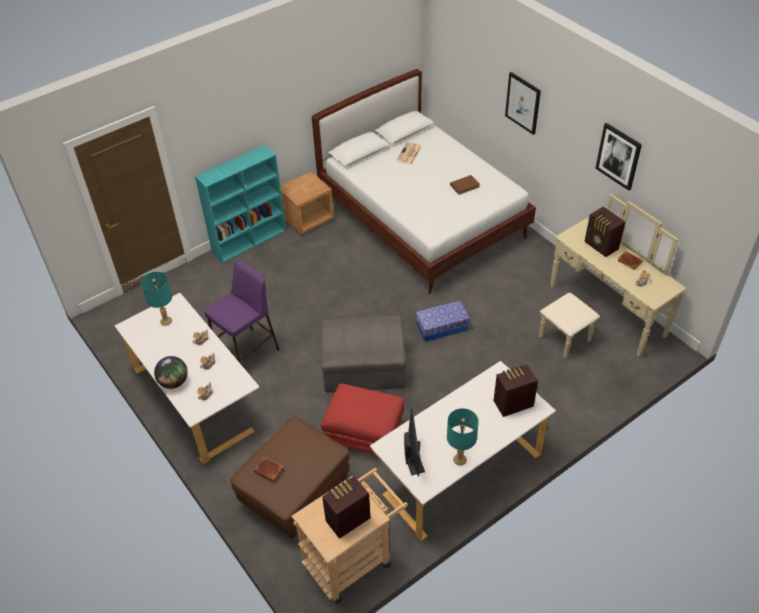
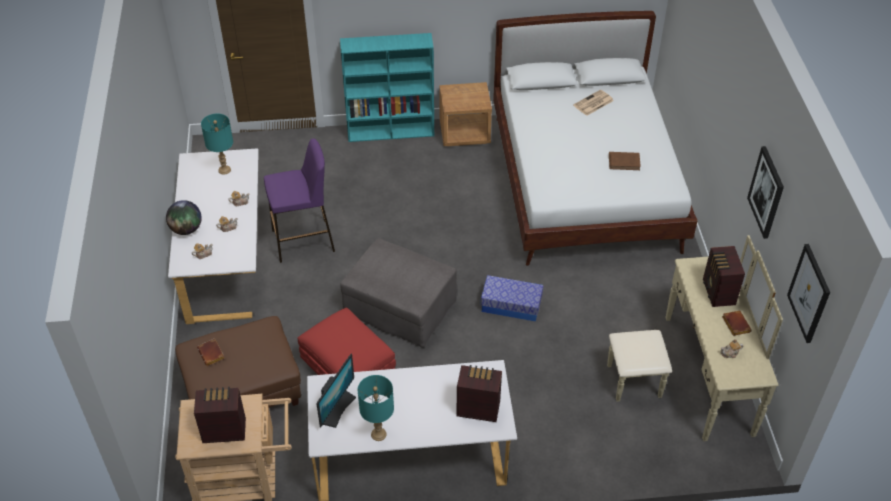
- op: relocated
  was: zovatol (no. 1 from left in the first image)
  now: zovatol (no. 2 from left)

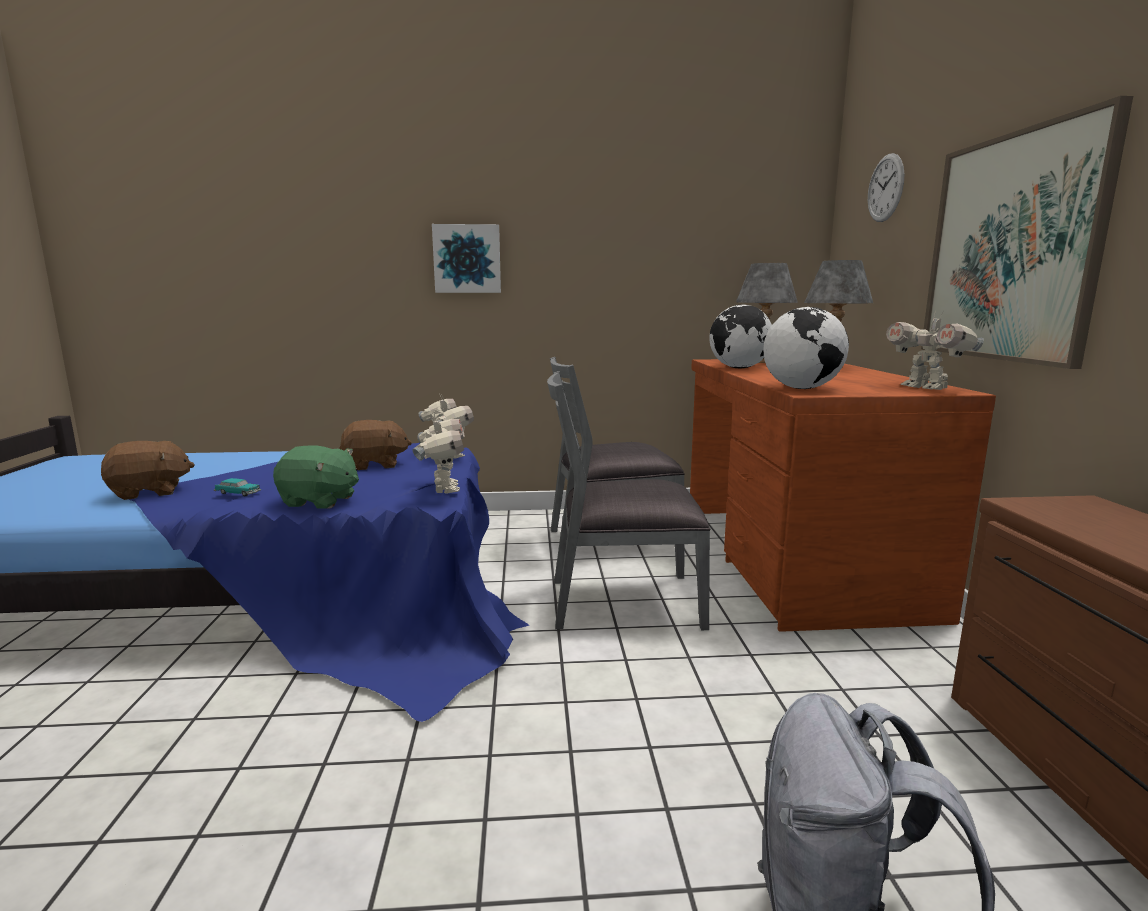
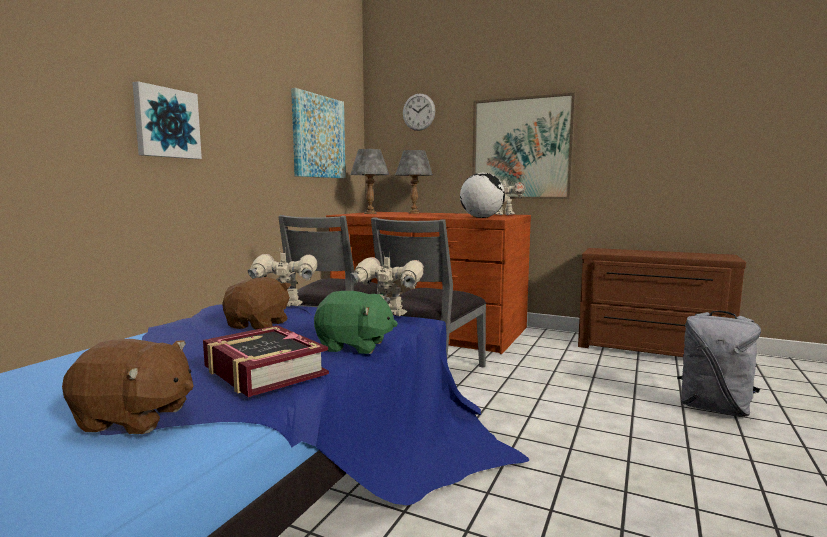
- op: missing
  was: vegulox (no. 1 from left)
- op: appeared
  now: zovatol (no. 2 from left)
- op: exchanged
  was: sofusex
  now: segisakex
- op: spun
  was: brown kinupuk (no. 1 from left)
  clockwise: 90
- op: spun
  was: green kinupuk
  clockwise: 60

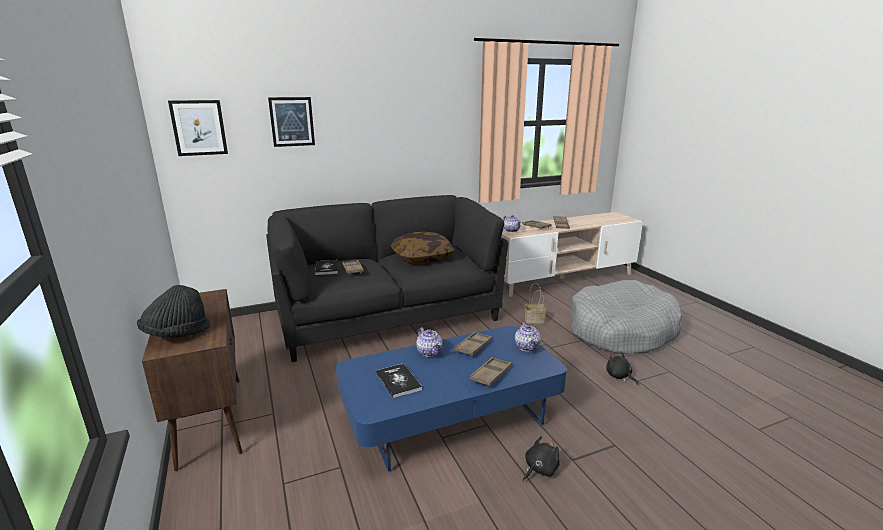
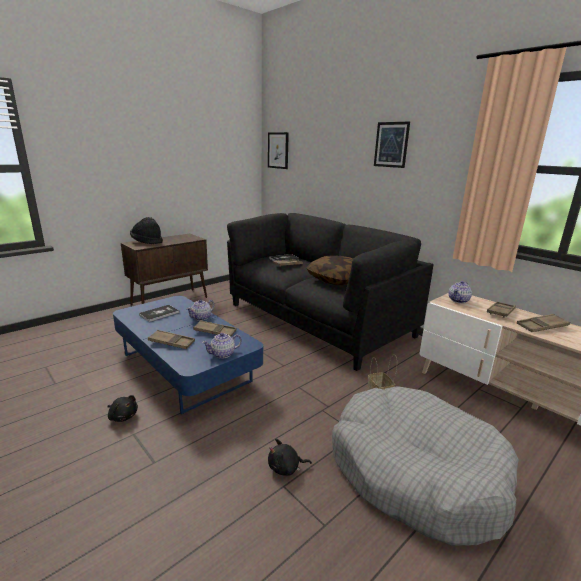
- op: relocated
  was: zovatol (no. 2 from left)
- op: spun
  was: black kinupuk (no. 2 from left)
  clockwise: -135

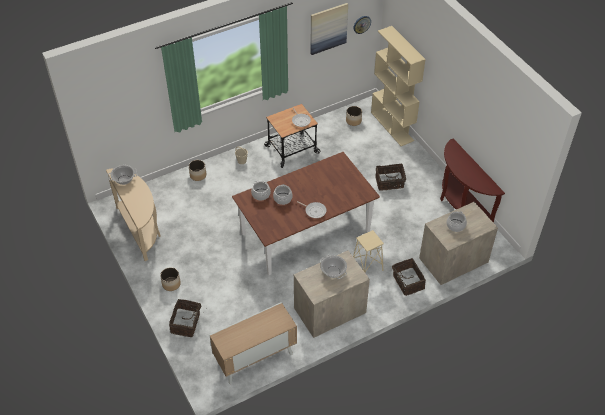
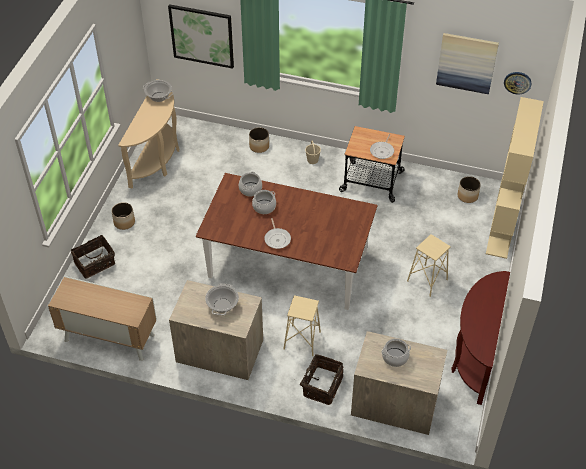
- op: appeared
  now: zovatol (no. 1 from left)
- op: exchanged
  was: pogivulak (no. 2 from left)
  now: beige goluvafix (no. 2 from left)

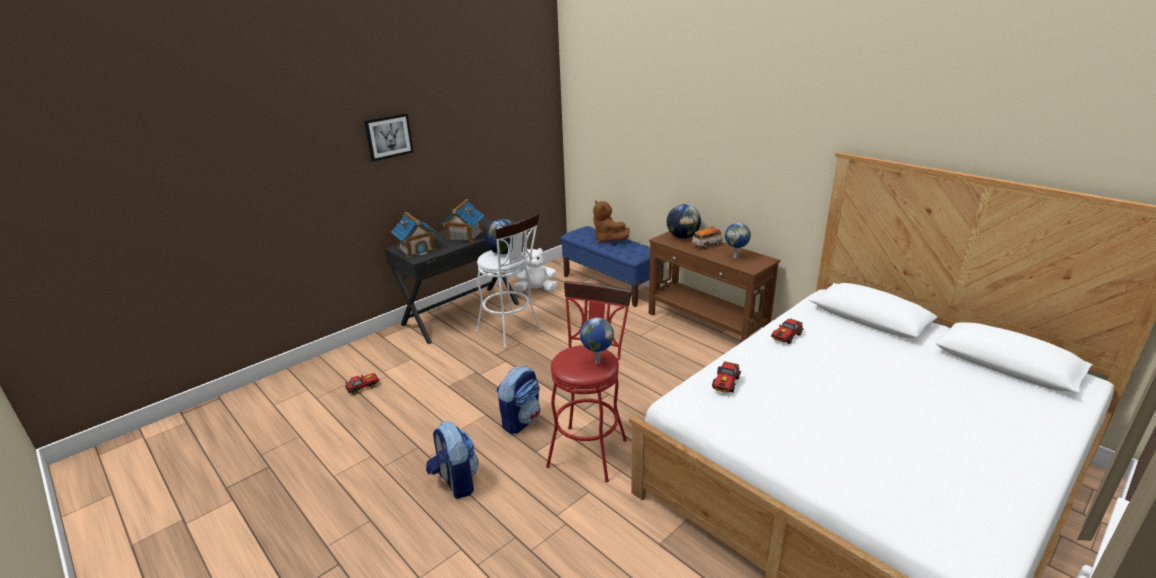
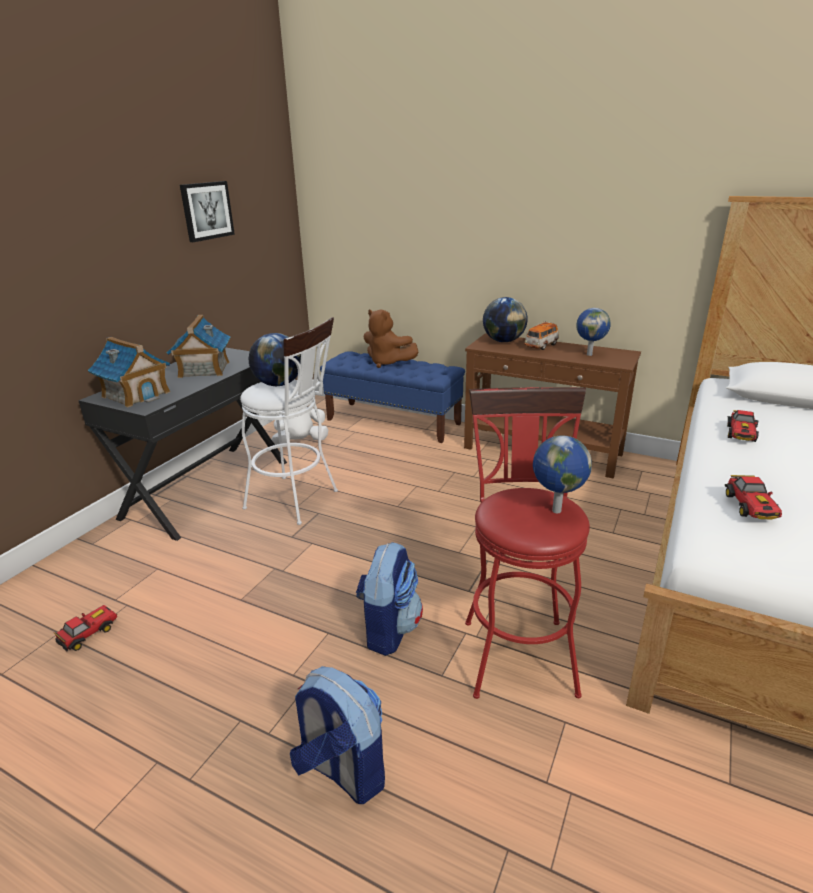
- op: relocated
  was: zovatol

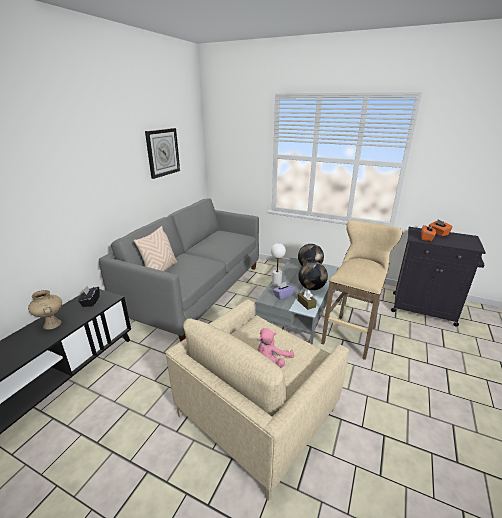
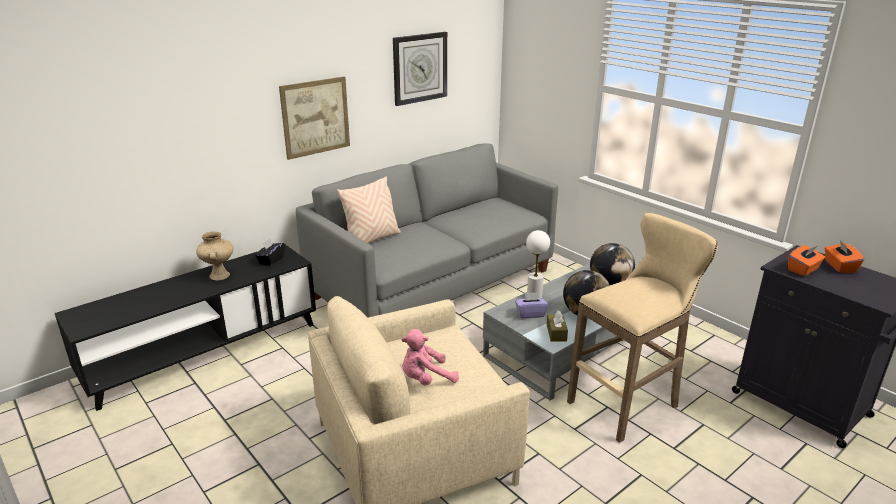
- op: appeared
  now: zovatol

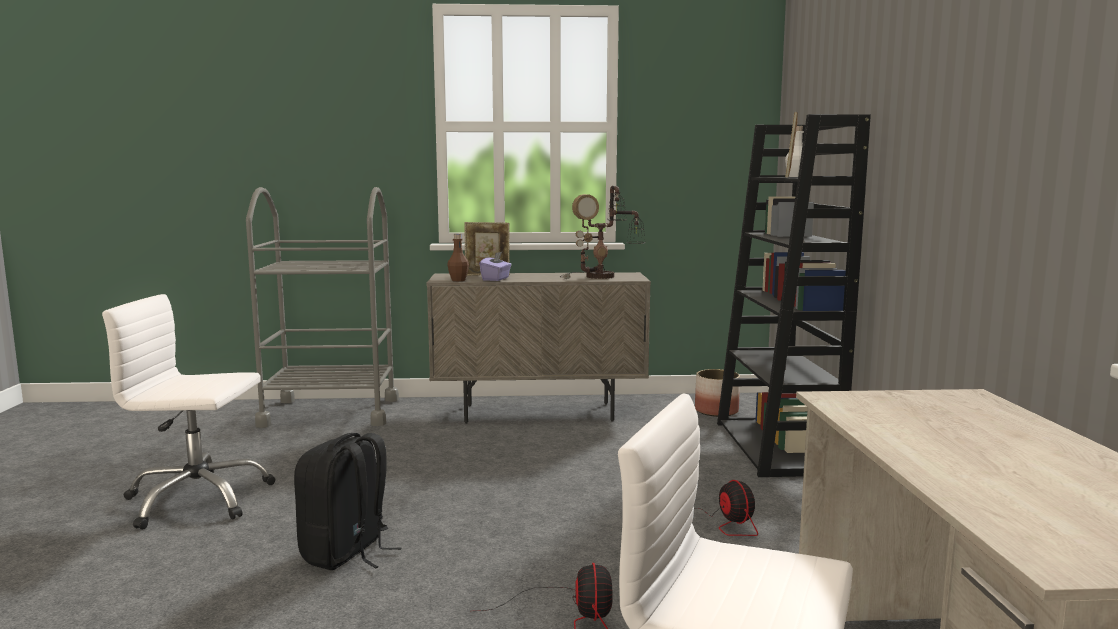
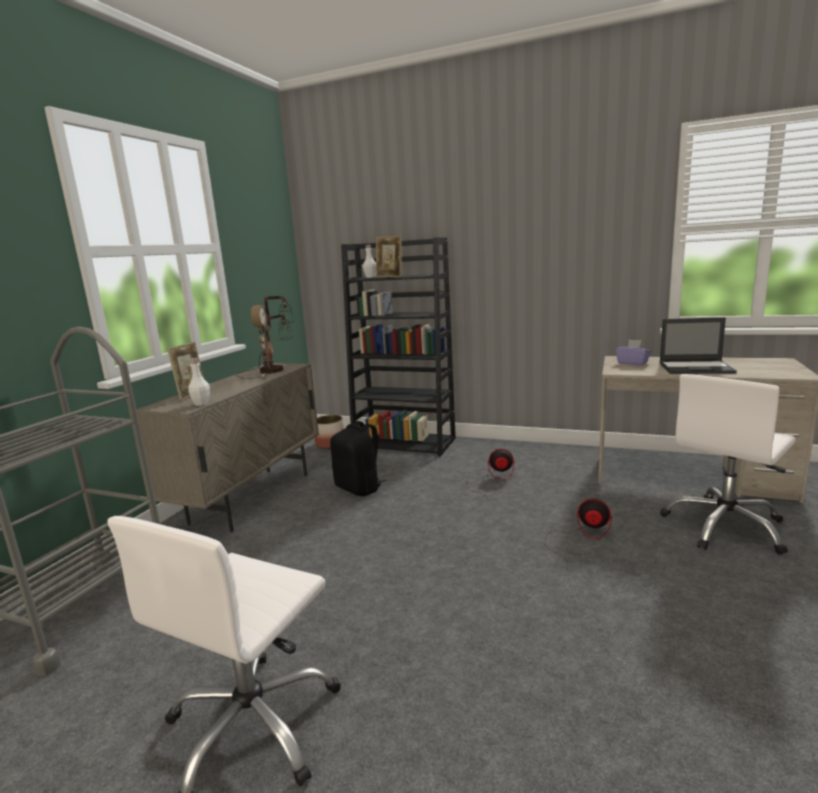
- op: appeared
  now: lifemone
- op: relocated
  was: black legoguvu
- op: relocated
  was: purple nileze
- op: colour
  was: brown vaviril
  now: white vaviril (no. 1 from left)

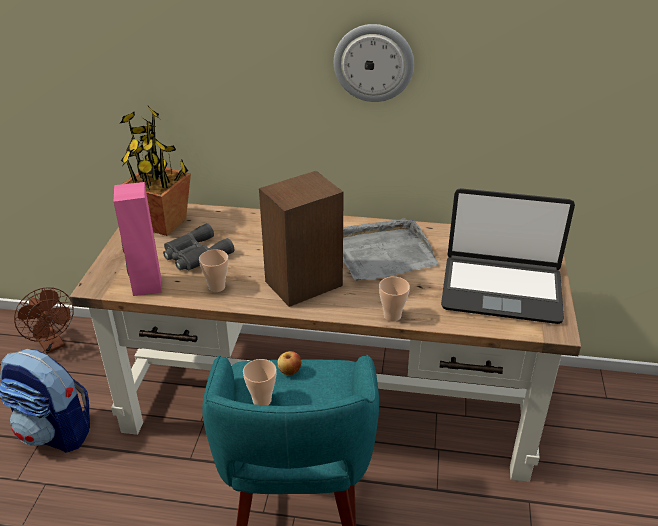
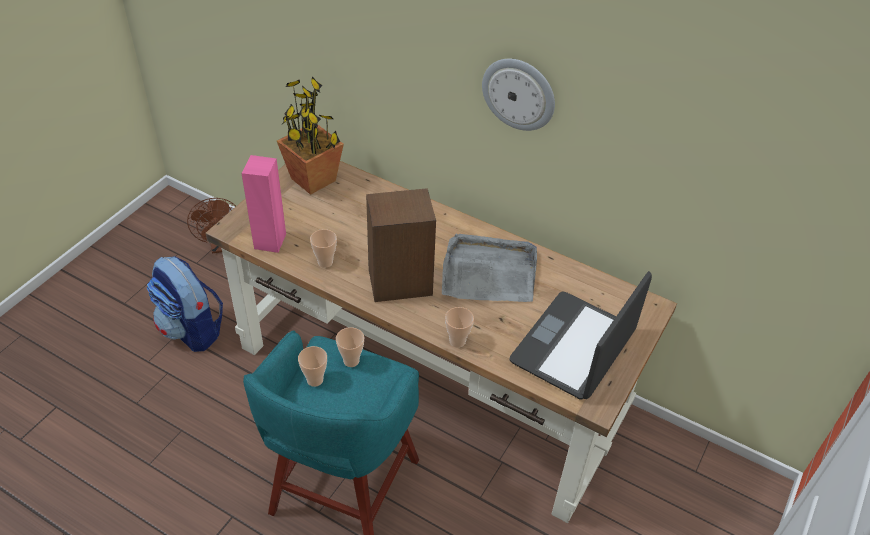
- op: missing
  was: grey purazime
- op: exchanged
  was: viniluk
  now: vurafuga (no. 3 from left)
- op: spun
  was: lifemone
  clockwise: 90

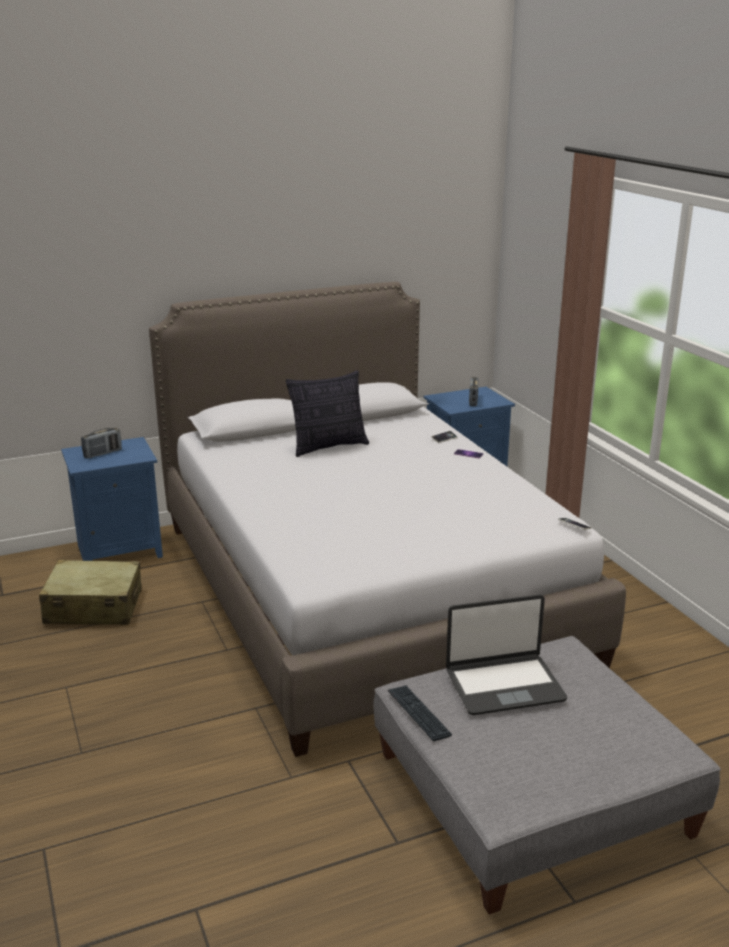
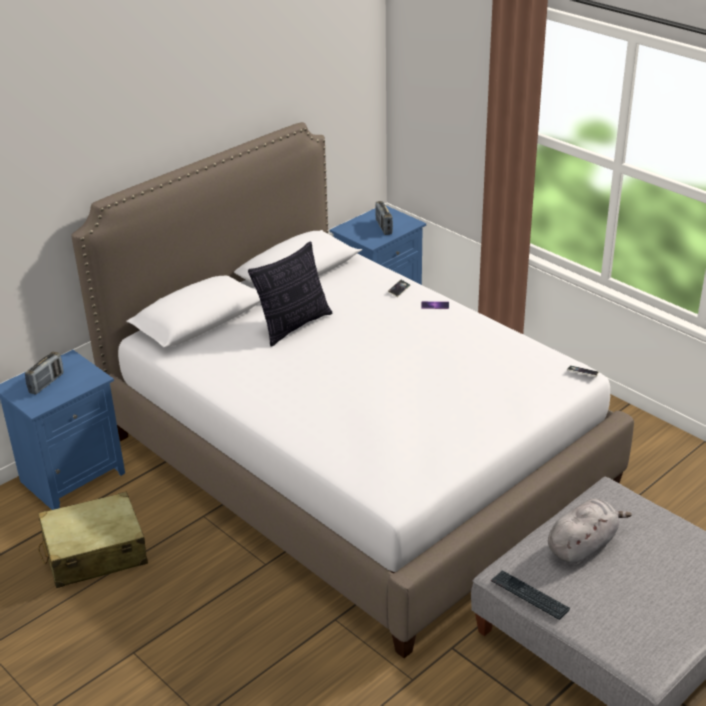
- op: exchanged
  was: lifemone
  now: grey kinupuk

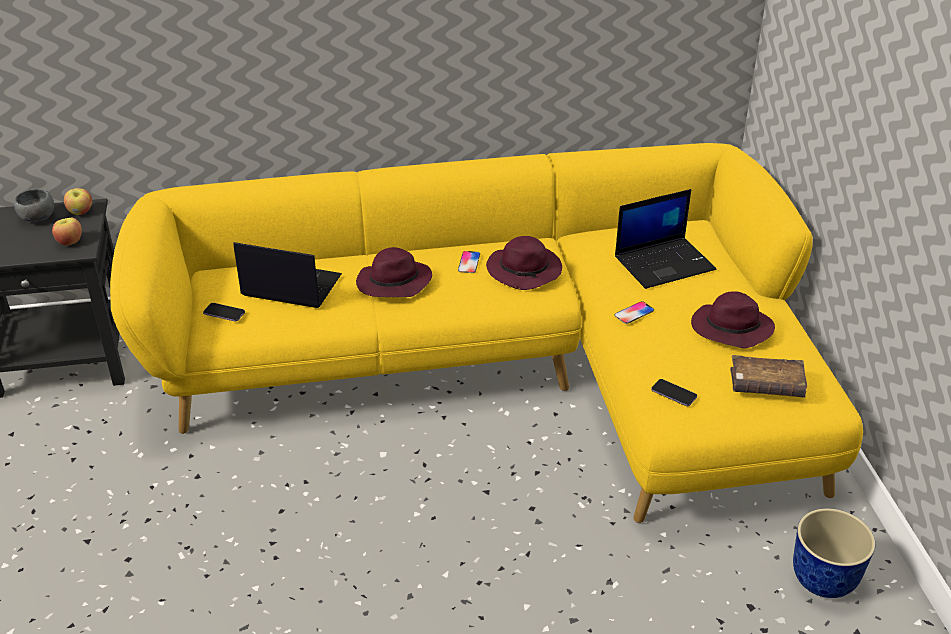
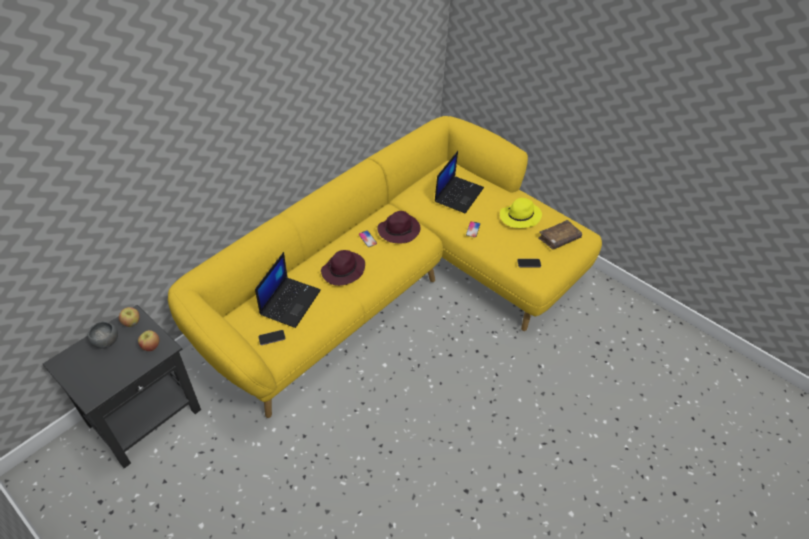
- op: missing
  was: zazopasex
- op: colour
  was: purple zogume (no. 3 from left)
  now: yellow zogume
- op: spun
  was: lifemone (no. 1 from left)
  clockwise: 135

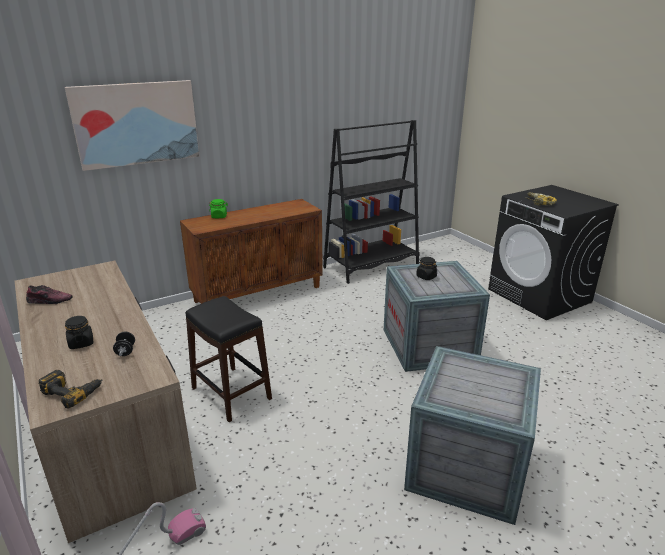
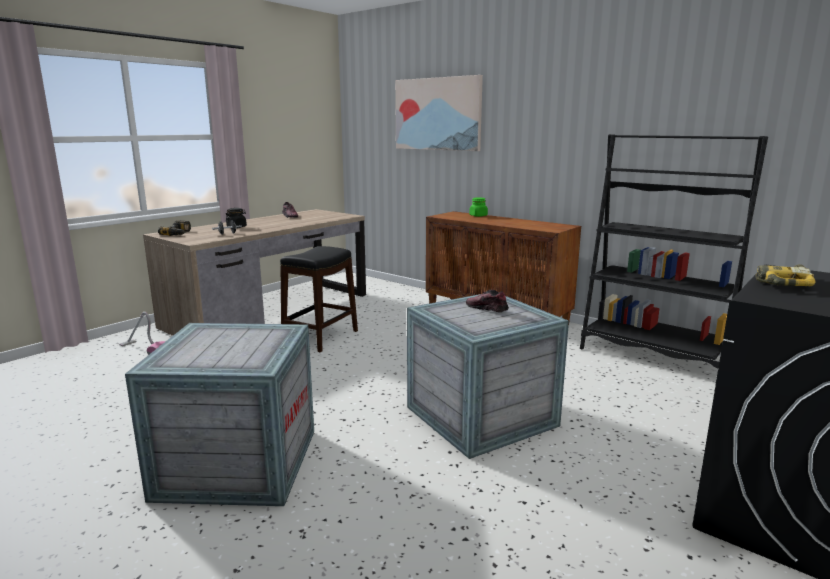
- op: exchanged
  was: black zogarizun (no. 2 from left)
  now: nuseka (no. 2 from left)

